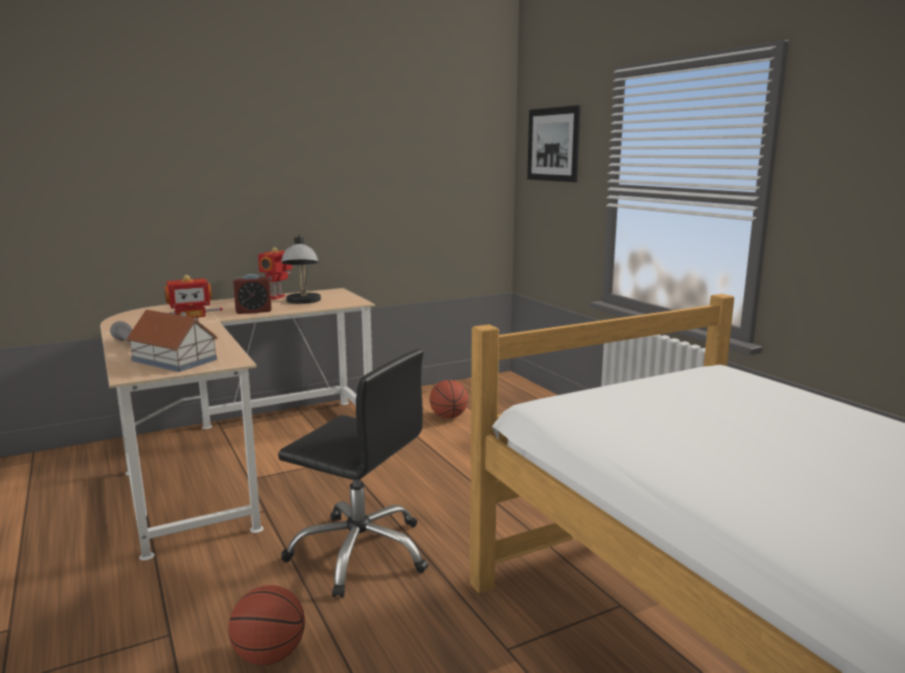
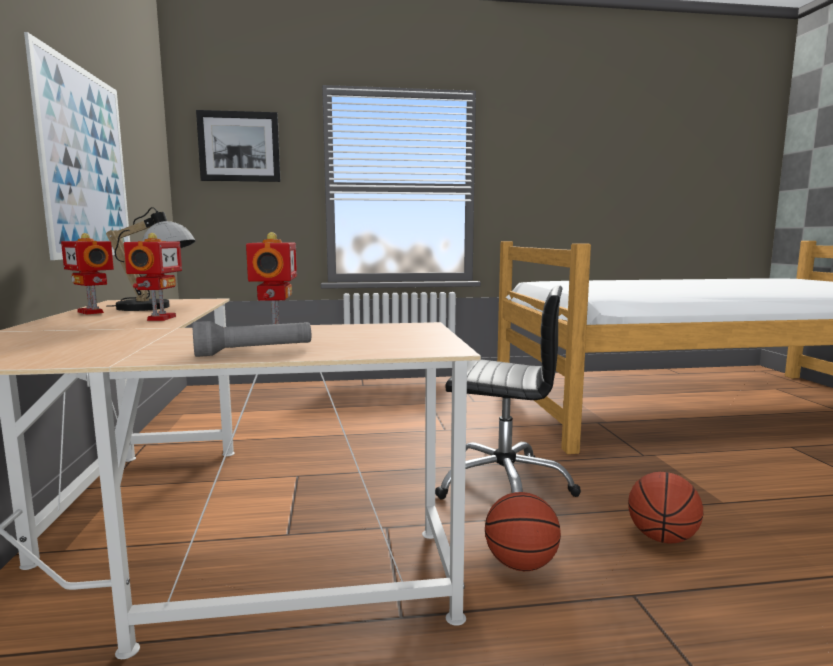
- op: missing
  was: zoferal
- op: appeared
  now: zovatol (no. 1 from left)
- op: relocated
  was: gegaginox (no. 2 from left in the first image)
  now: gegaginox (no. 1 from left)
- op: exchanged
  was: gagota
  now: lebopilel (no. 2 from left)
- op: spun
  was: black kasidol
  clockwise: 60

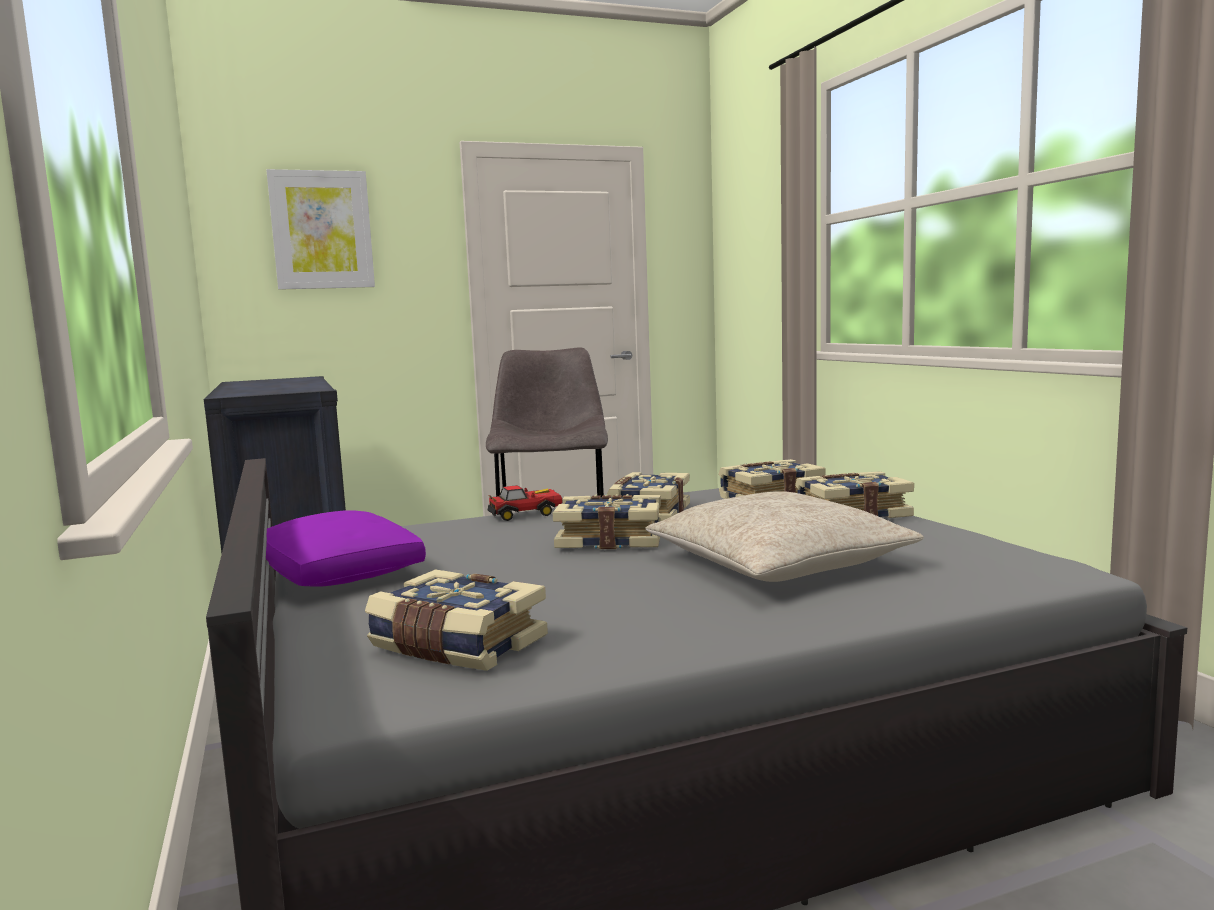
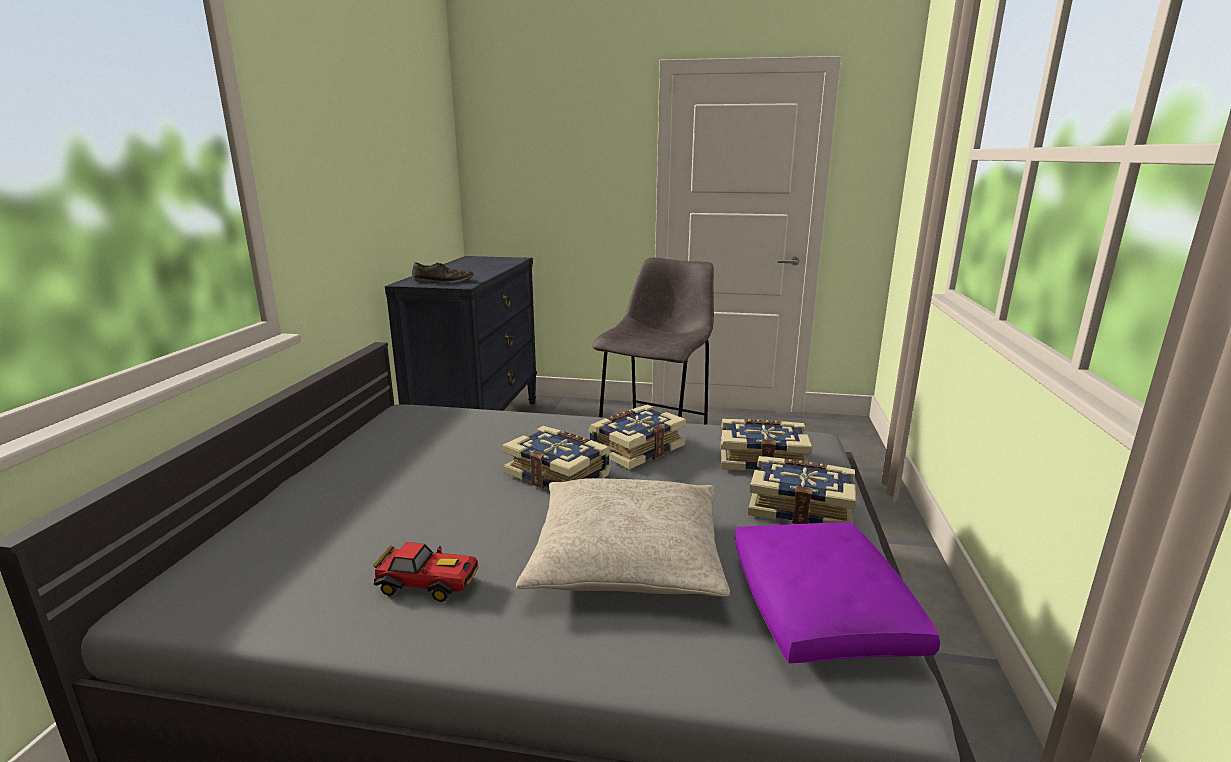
- op: missing
  was: zovatol
- op: missing
  was: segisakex (no. 1 from left)
- op: appeared
  now: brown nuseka
- op: relocated
  was: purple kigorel
- op: relocated
  was: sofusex

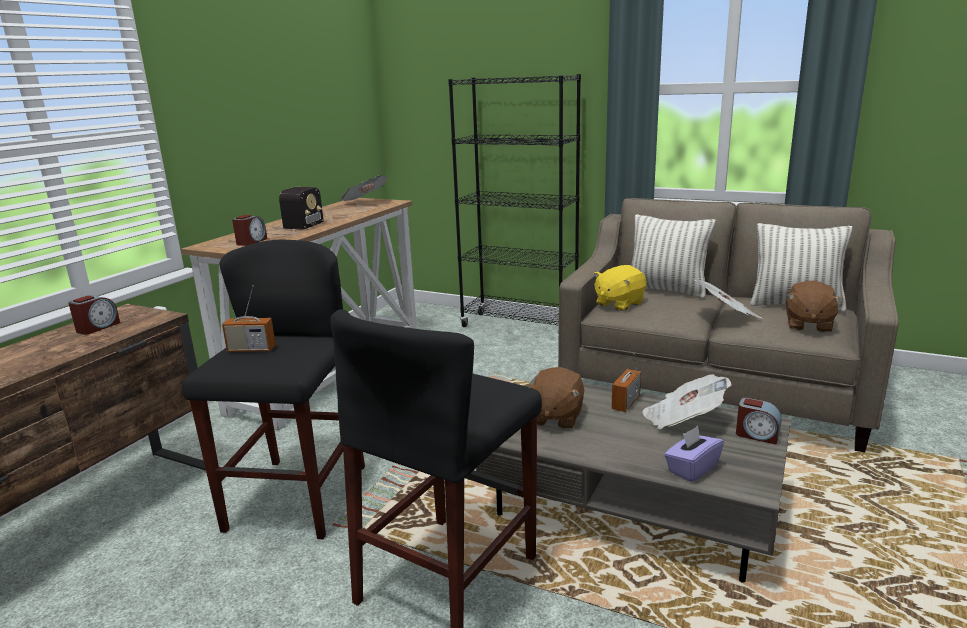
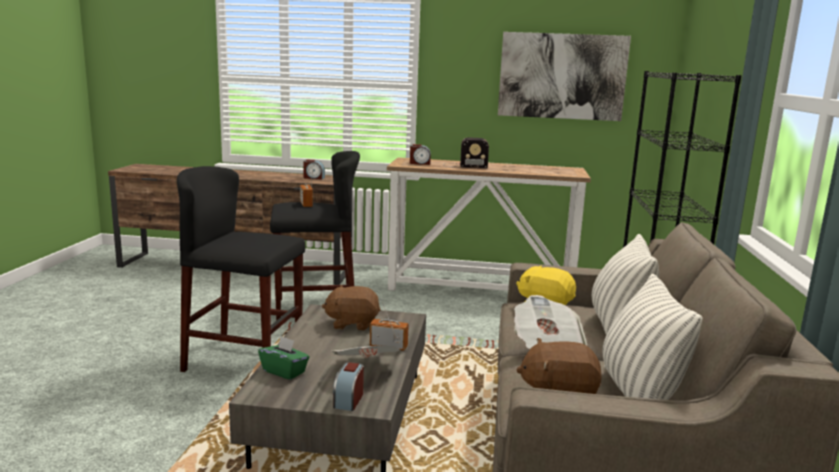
- op: missing
  was: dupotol (no. 1 from left)
- op: appeared
  now: zovatol
- op: colour
  was: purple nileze
  now: green nileze

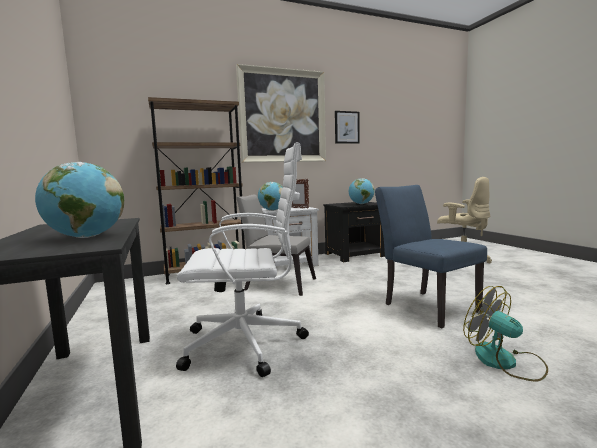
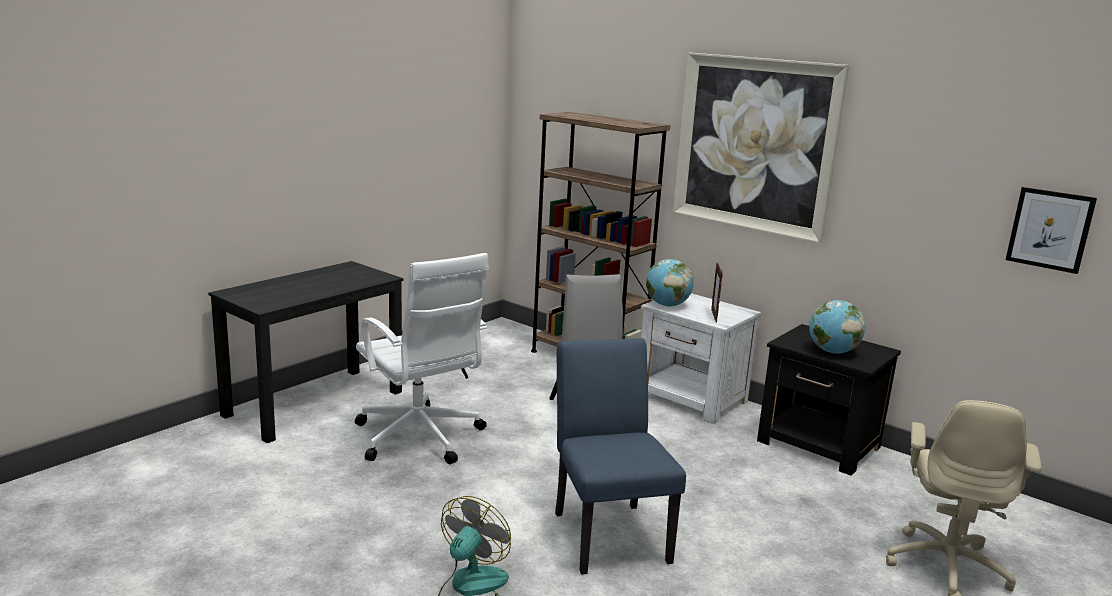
- op: missing
  was: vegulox (no. 1 from left)
- op: relocated
  was: zovatol (no. 2 from left)
- op: spun
  was: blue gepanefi
  clockwise: -45

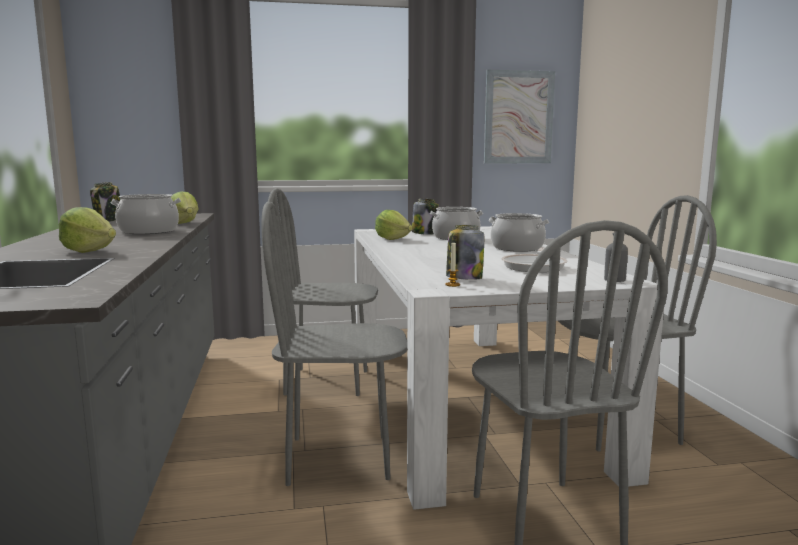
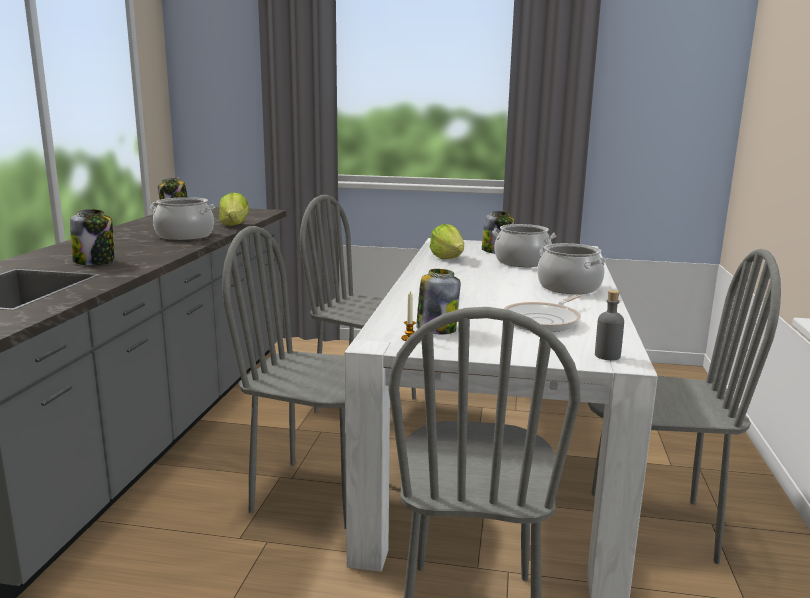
- op: missing
  was: zovatol
- op: exchanged
  was: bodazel (no. 1 from left)
  now: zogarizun (no. 1 from left)

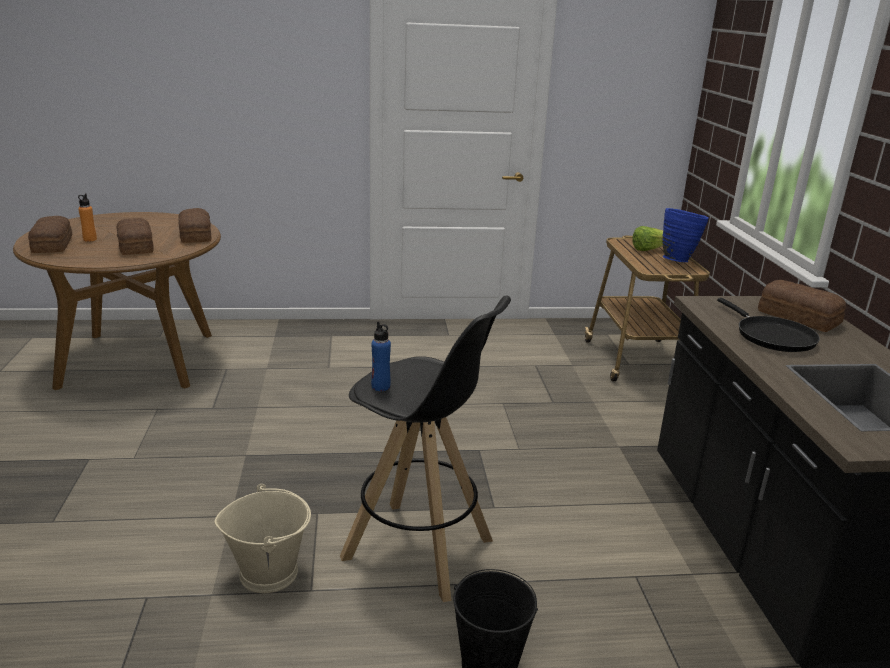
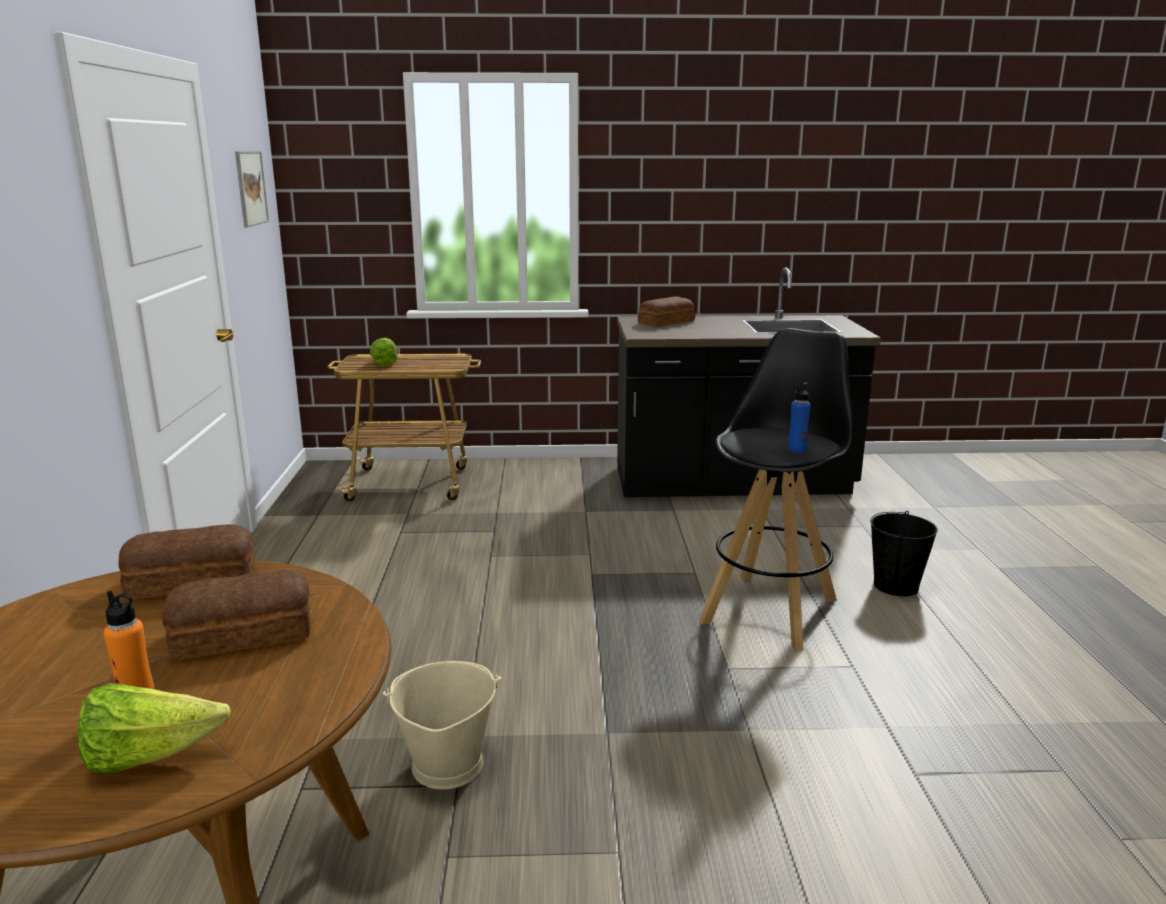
- op: missing
  was: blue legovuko
- op: missing
  was: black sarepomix
- op: appeared
  now: zovatol
- op: relocated
  was: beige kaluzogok
- op: exchanged
  was: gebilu (no. 1 from left)
  now: bodazel (no. 1 from left)

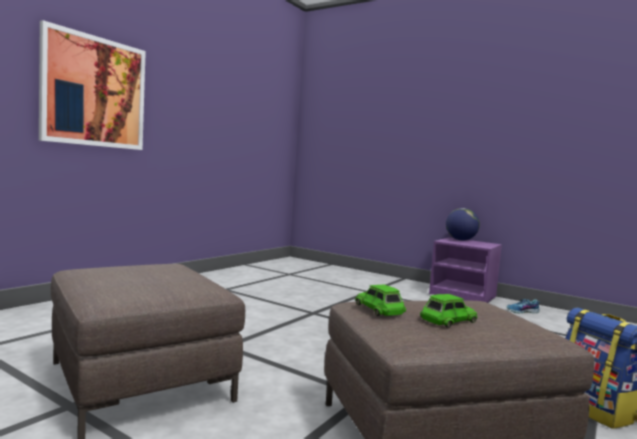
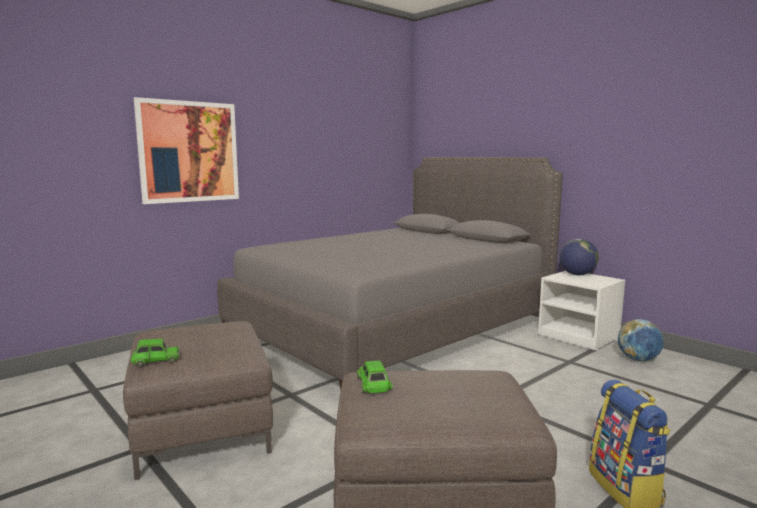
- op: appeared
  now: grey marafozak
- op: relocated
  was: green sofusex (no. 2 from left in the first image)
  now: green sofusex (no. 1 from left)
- op: exchanged
  was: nuseka
  now: vegulox (no. 2 from left)
- op: colour
  was: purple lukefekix
  now: white lukefekix

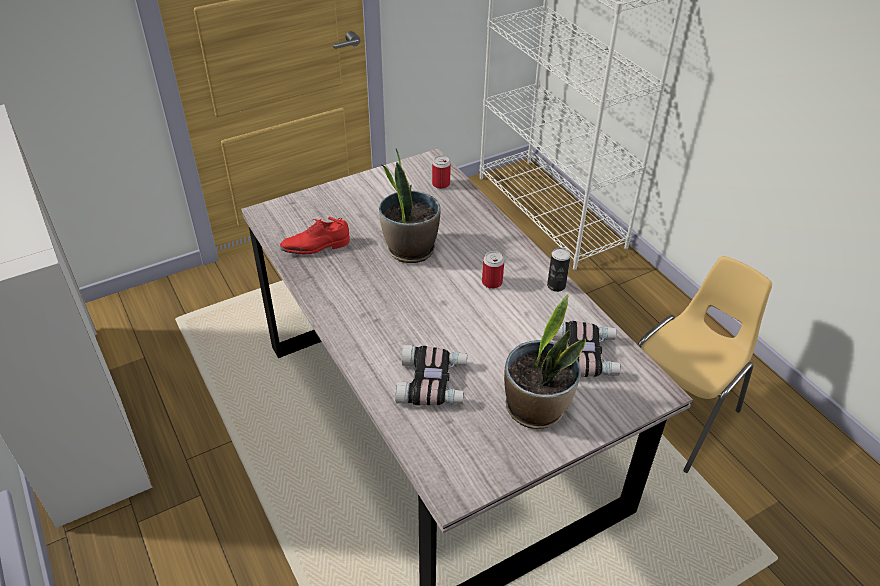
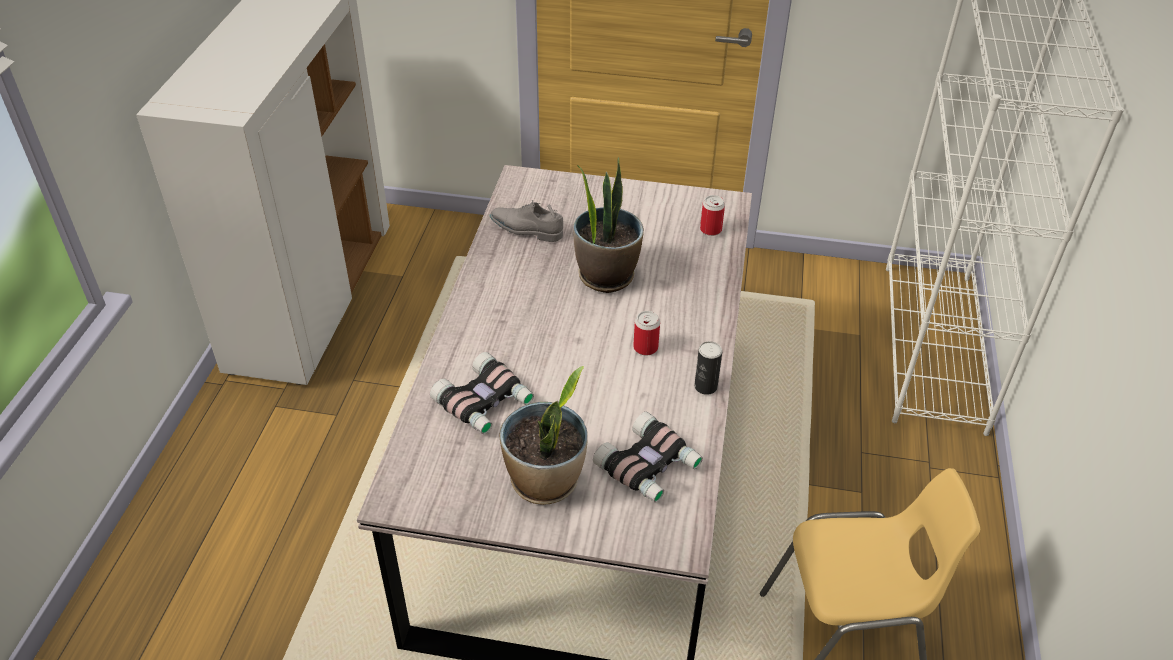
- op: colour
  was: red nuseka
  now: grey nuseka

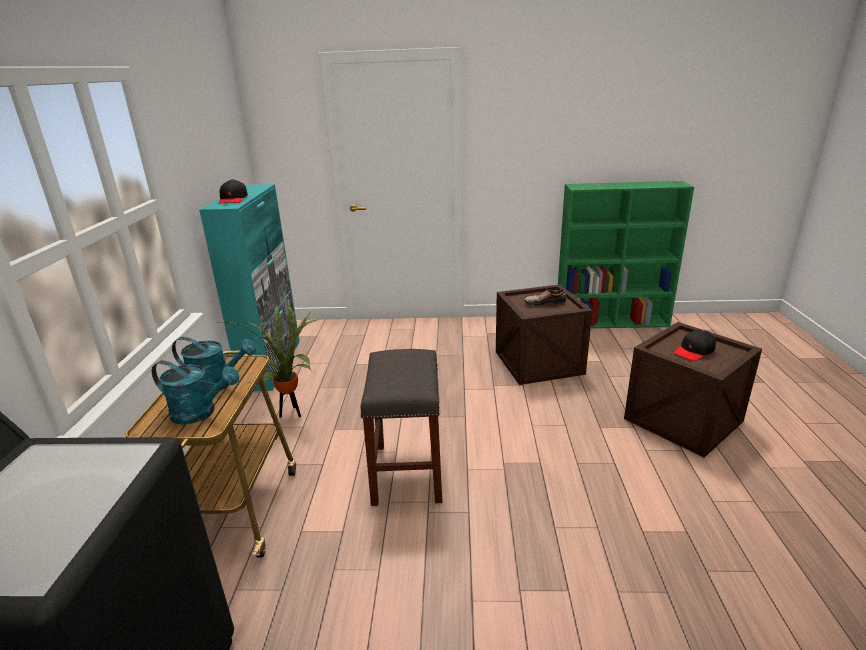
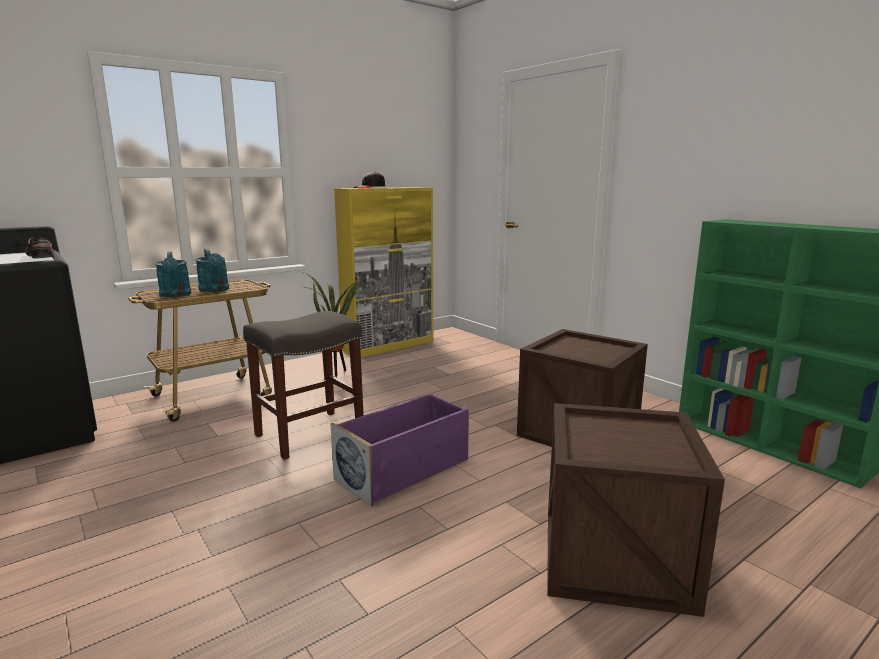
- op: missing
  was: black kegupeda (no. 2 from left)
- op: appeared
  now: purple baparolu
- op: relocated
  was: nuseka
- op: colour
  was: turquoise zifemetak
  now: yellow zifemetak

